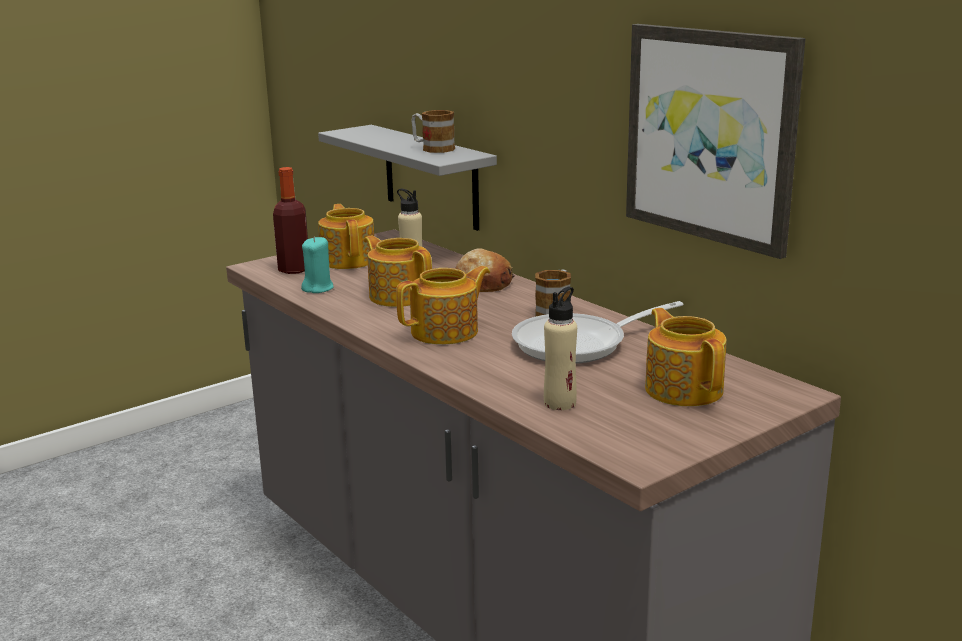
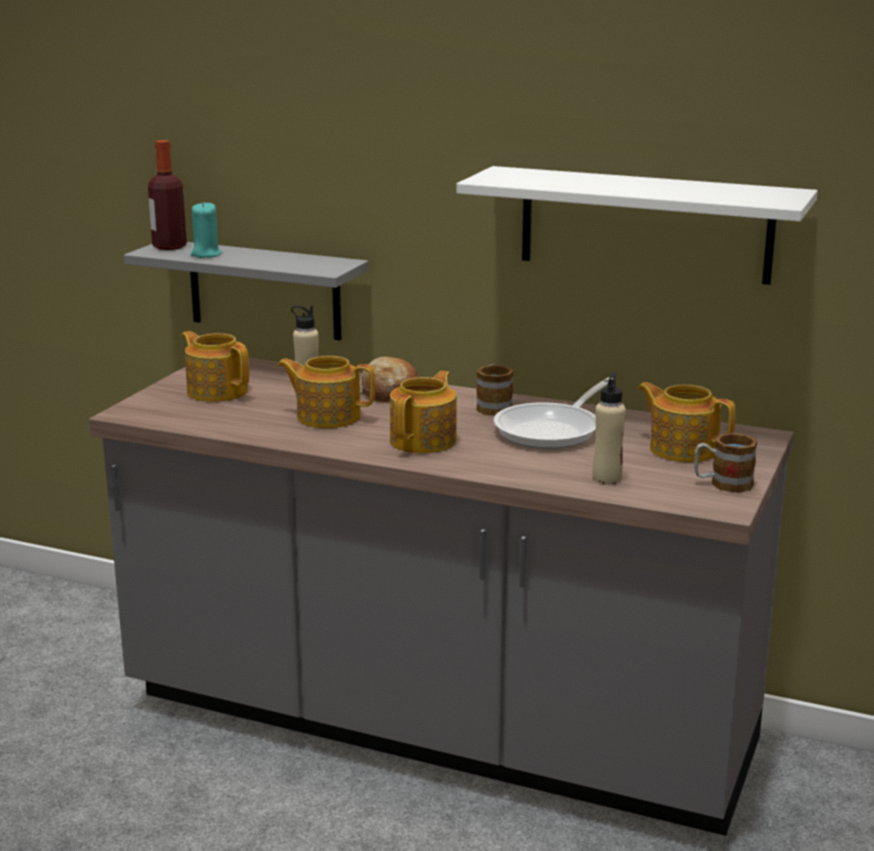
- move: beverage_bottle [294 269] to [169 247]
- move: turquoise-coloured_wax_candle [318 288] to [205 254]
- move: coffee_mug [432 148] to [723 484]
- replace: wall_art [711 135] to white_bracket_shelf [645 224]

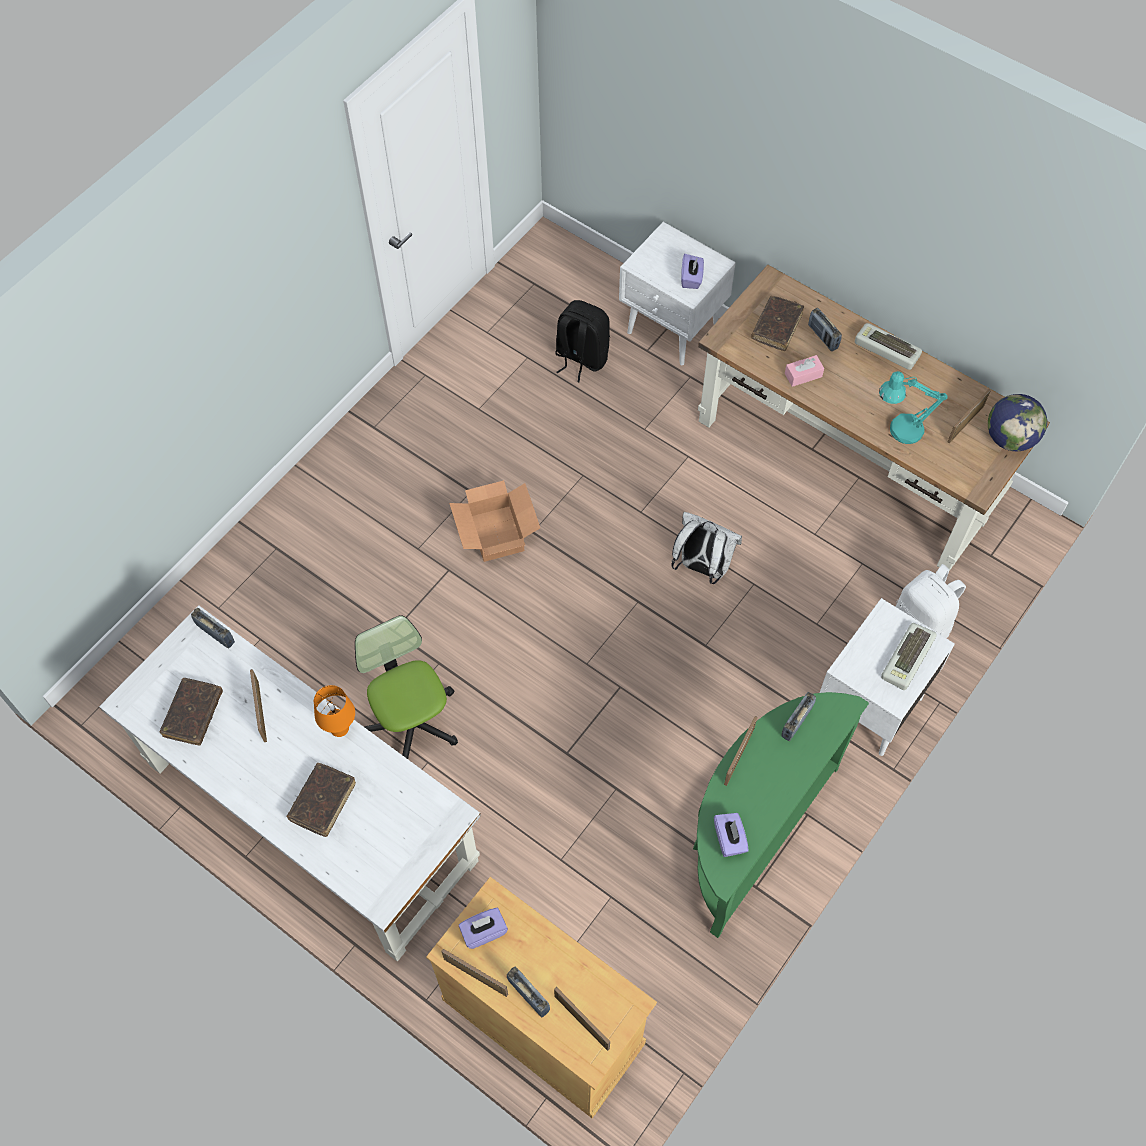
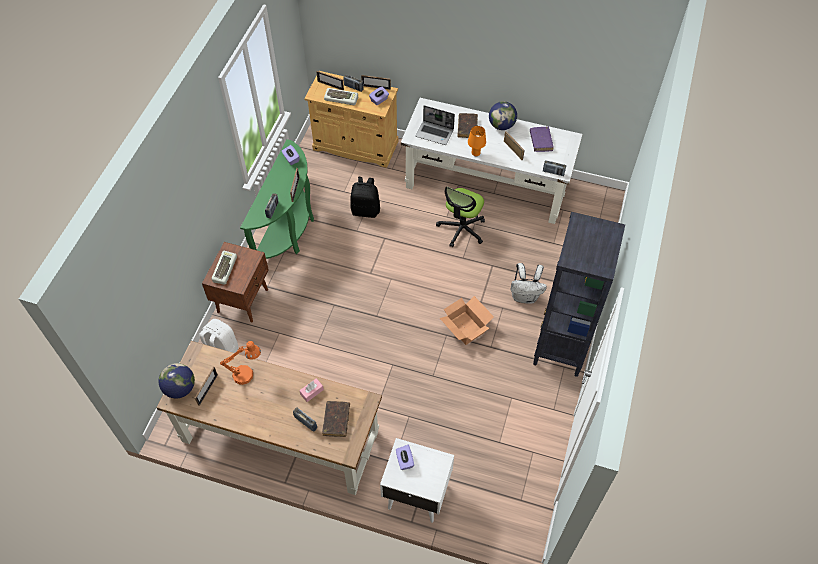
- insert: notebook_computer [435 133]
- insert: globe [501 125]
- insert: blackish_bookcase [560 347]
- move: blackish_knapsack [581 357] to [365 210]
- move: white_knapsack [702 567] to [525 296]
- move: keyboard [885 350] to [342 98]
- recolor: brown_volume [193 714] to purple-coloured_volume [541 141]
- recolor: white_night_table [869 707] to brown_night_table [243 300]
- recolor: turquoise-coloured_lamp_for_a_table [898 430] to orange-coloured_lamp_for_a_table [247 374]
- rotate: desk_chair [412 723] = [461 229] 75 degrees clockwise

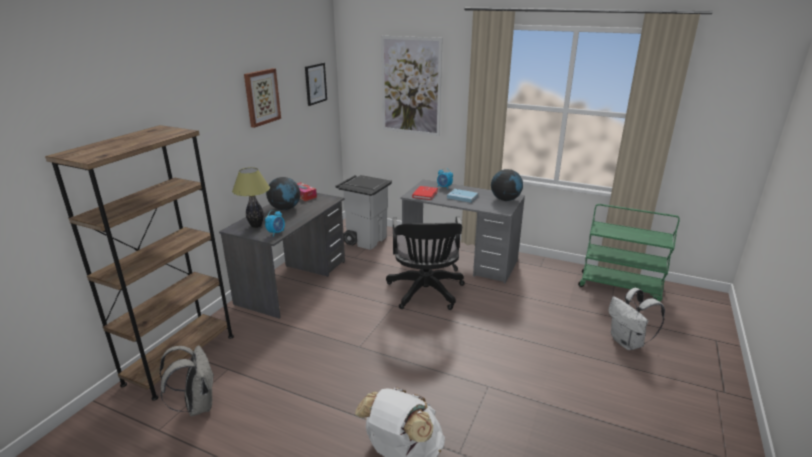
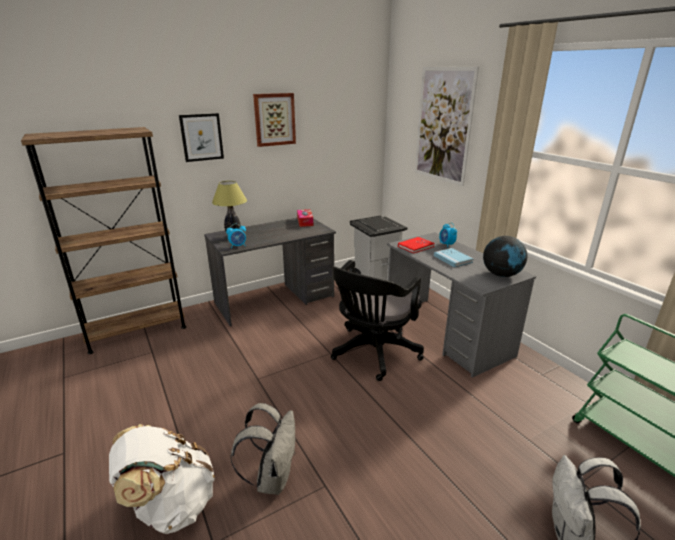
- delete: globe [285 208]
- move: greyish_knapsack [197 405] to [272 477]
- move: wall_art [315 84] to [201 137]

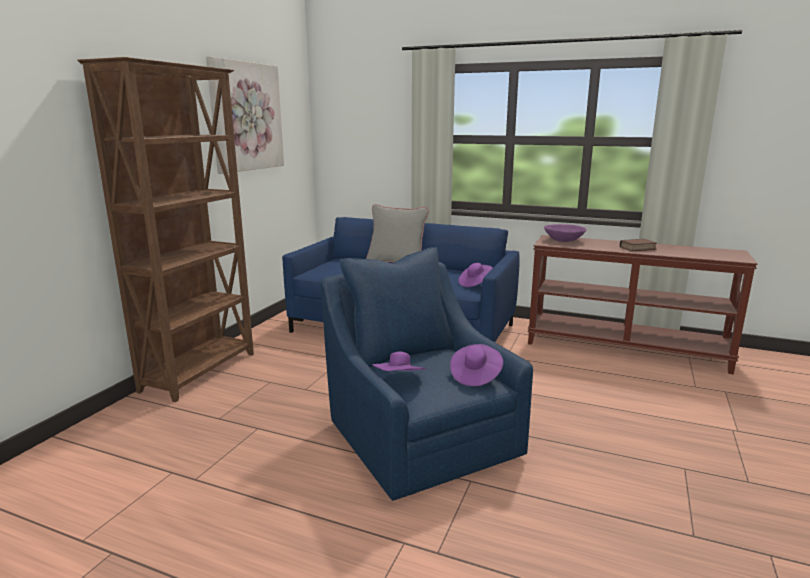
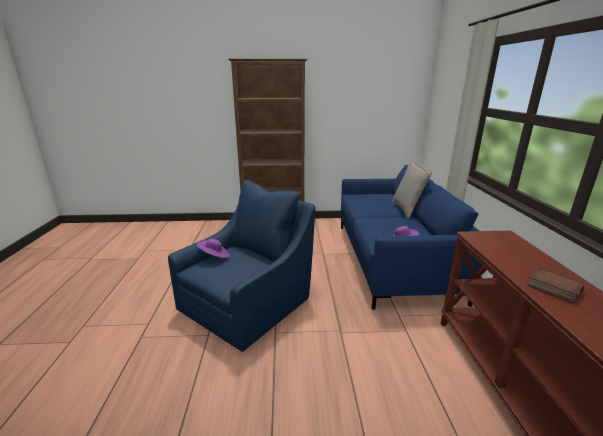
- delete: wall_art [246 117]
- delete: purple-coloured_wearable_hat [475 375]
- delete: purple-coloured_serving_bowl [564 240]

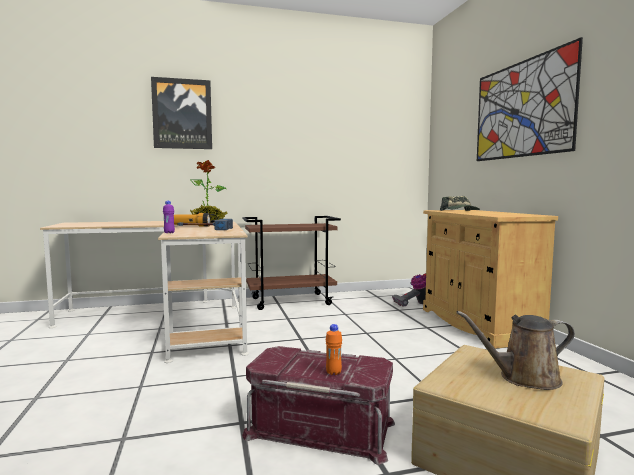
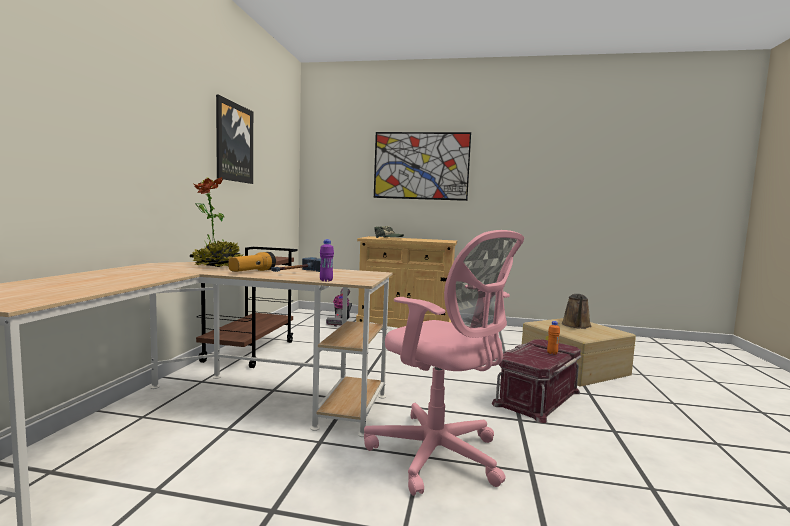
- insert: pink-coloured_desk_chair [440 456]
- move: wall_art [182 114] to [234 142]

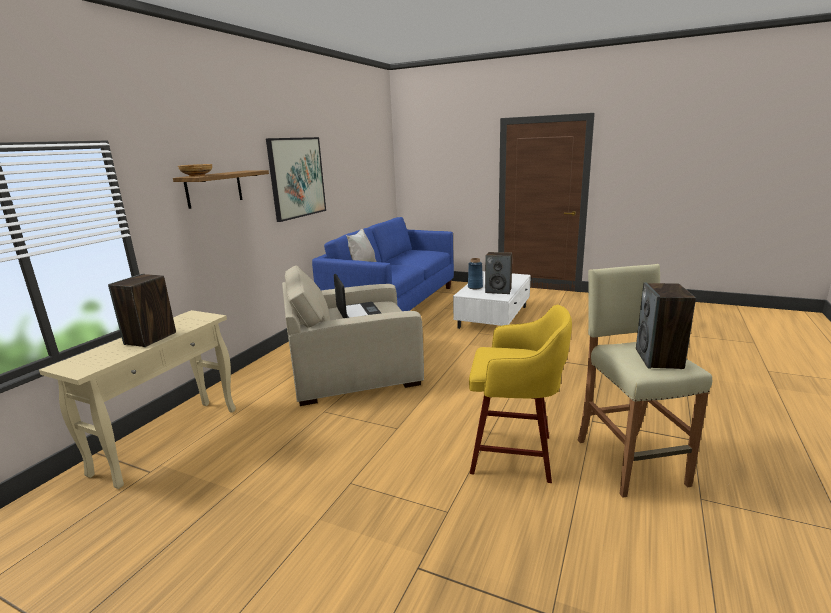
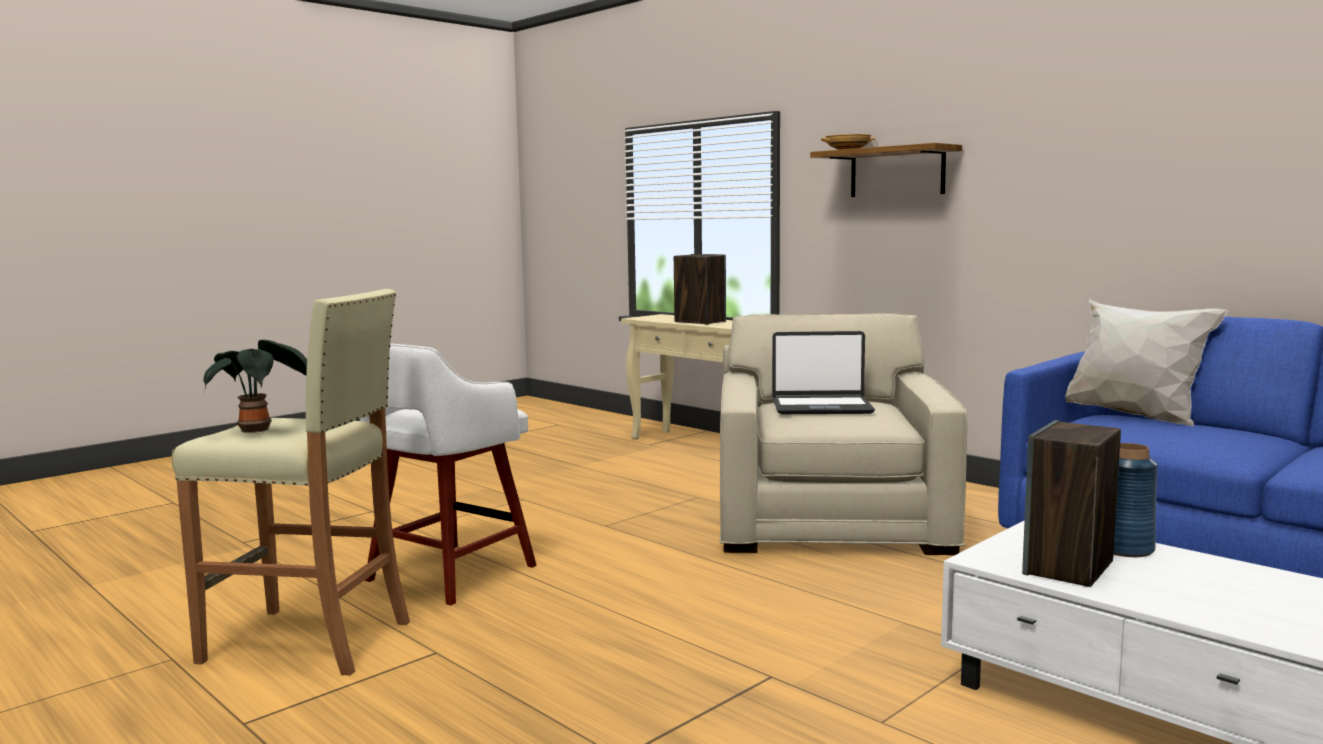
- delete: wall_art [297 177]
- replace: audio_speaker [659 359] to plant_in_a_pot [259 431]
- recolor: yellow-coloured_sitting_stool [515 455] to white_sitting_stool [447 575]

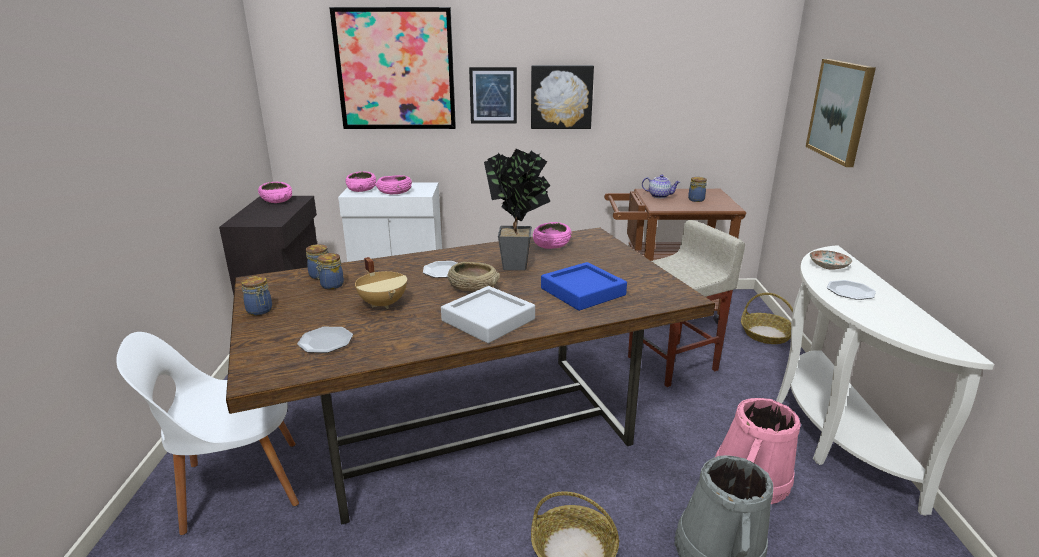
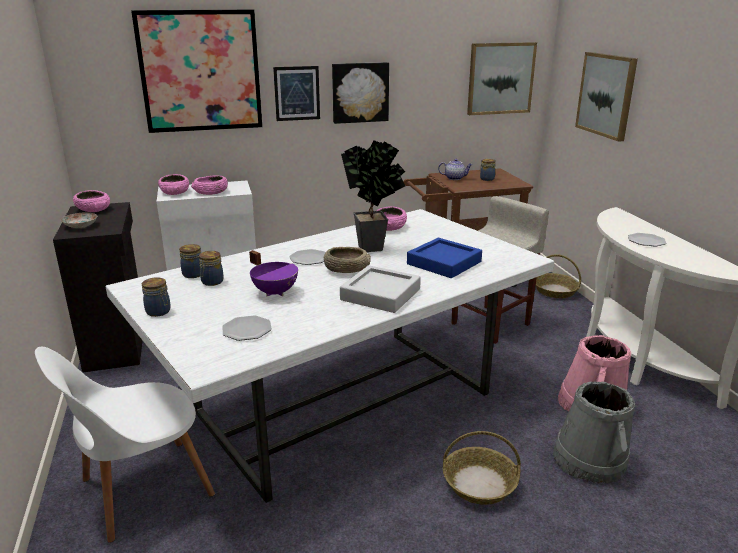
- insert: wall_art [500 78]
- move: plate [829 266] to [81 225]
- recolor: brown_dinner_table [469 429] to white_dinner_table [342 403]
- recolor: sand-coloured_cooking_pot [384 303] to purple-coloured_cooking_pot [275 292]

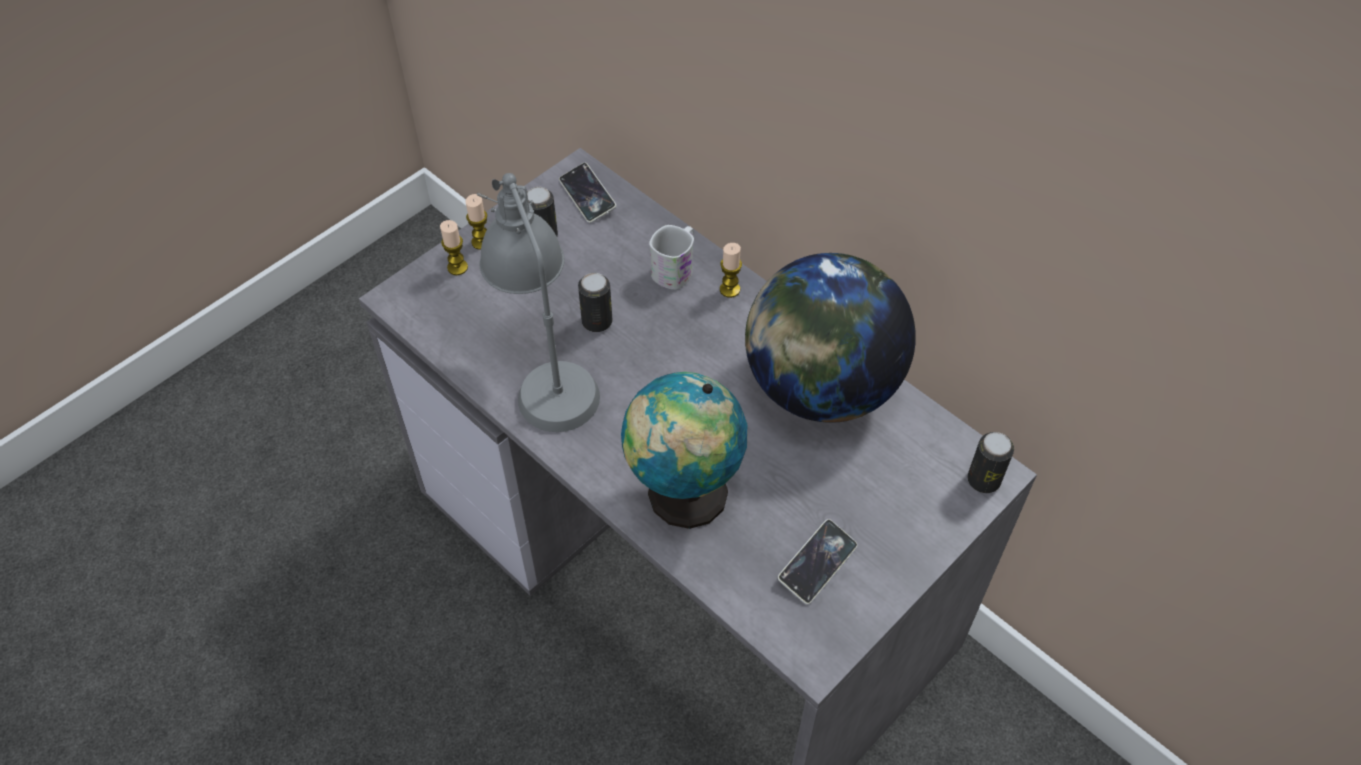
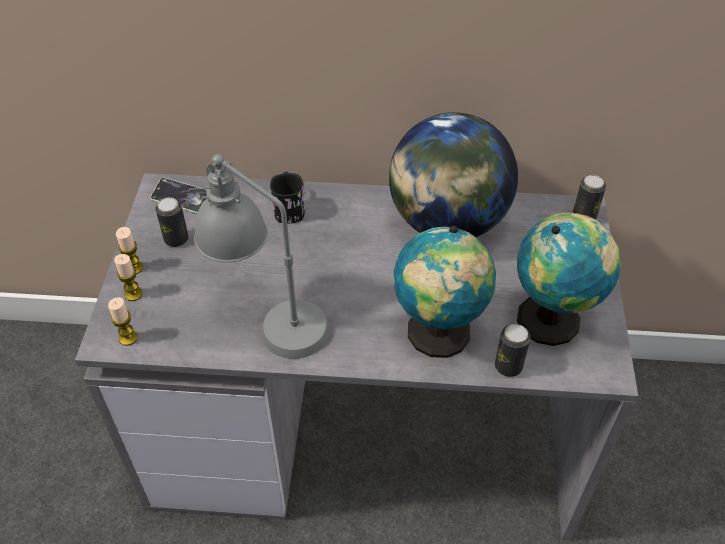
- move: sealed_can [597 321] to [508 366]
- move: wax_candle [729 289] to [128 338]
- replace: phone [817 564] to globe [552 319]
- recolor: white_coffee_mug [676 269] to blackish_coffee_mug [289 209]

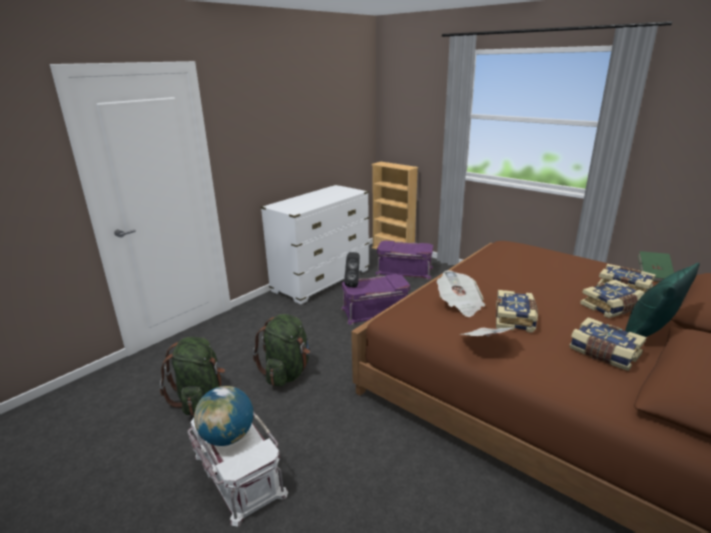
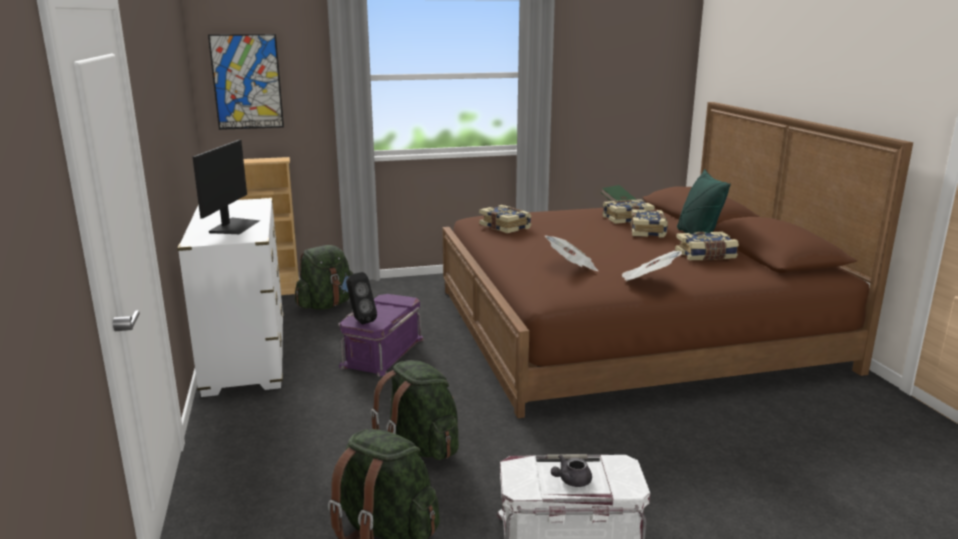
- insert: computer_display [234 226]
- insert: wall_art [247 82]
- move: volume [515 319] to [505 227]
- replace: globe [227 437] to greyish_tea_pot [571 481]
- replace: purple-coloured_storage_box [404 270] to green-coloured_knapsack [326 305]

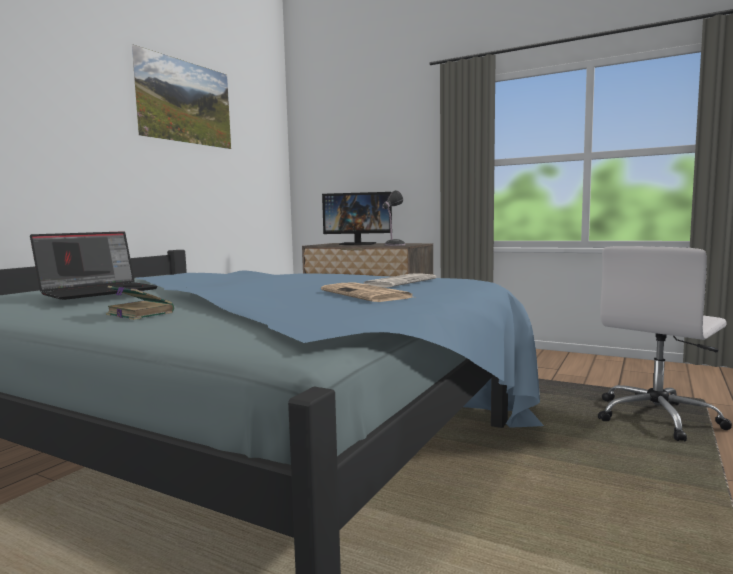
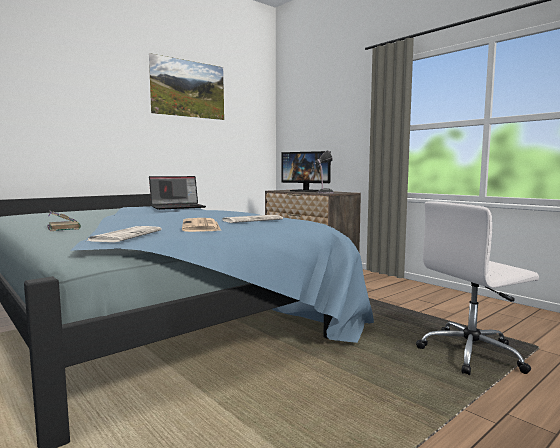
- insert: newspaper [126 235]
- move: notebook_computer [99 291] to [178 207]

